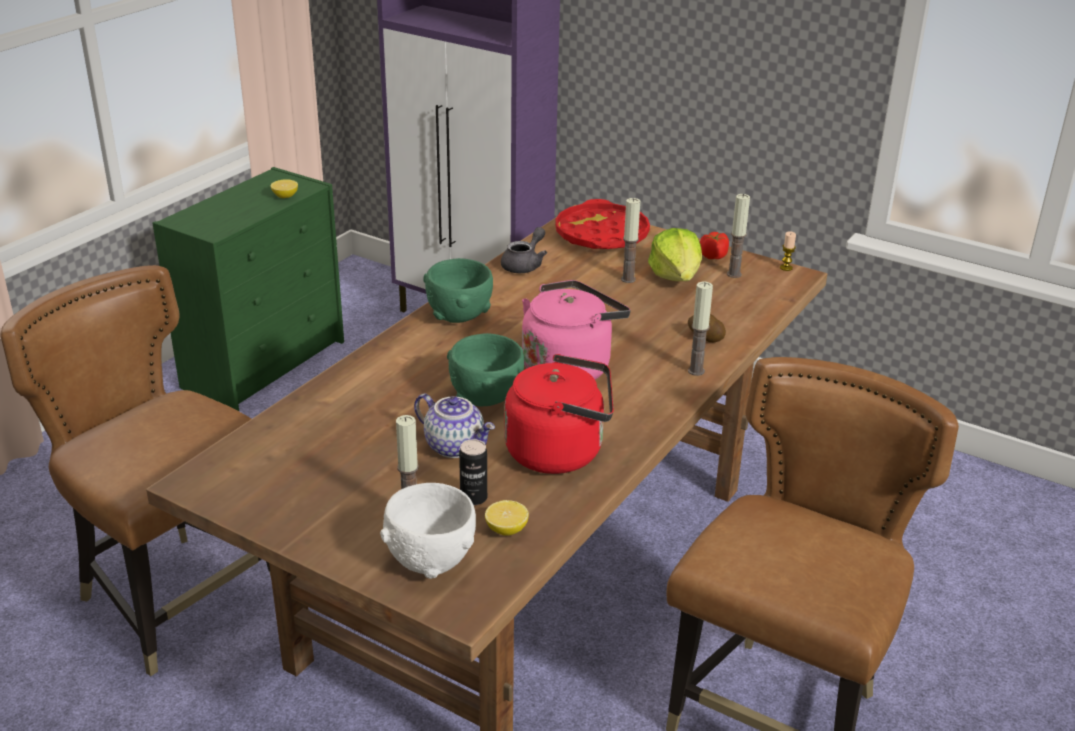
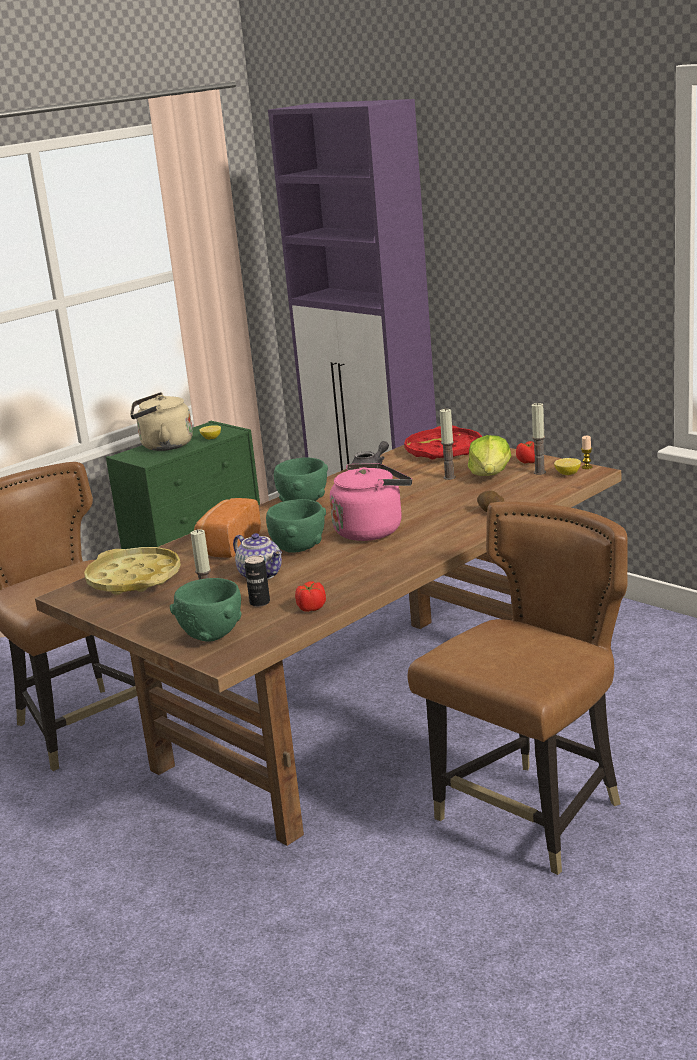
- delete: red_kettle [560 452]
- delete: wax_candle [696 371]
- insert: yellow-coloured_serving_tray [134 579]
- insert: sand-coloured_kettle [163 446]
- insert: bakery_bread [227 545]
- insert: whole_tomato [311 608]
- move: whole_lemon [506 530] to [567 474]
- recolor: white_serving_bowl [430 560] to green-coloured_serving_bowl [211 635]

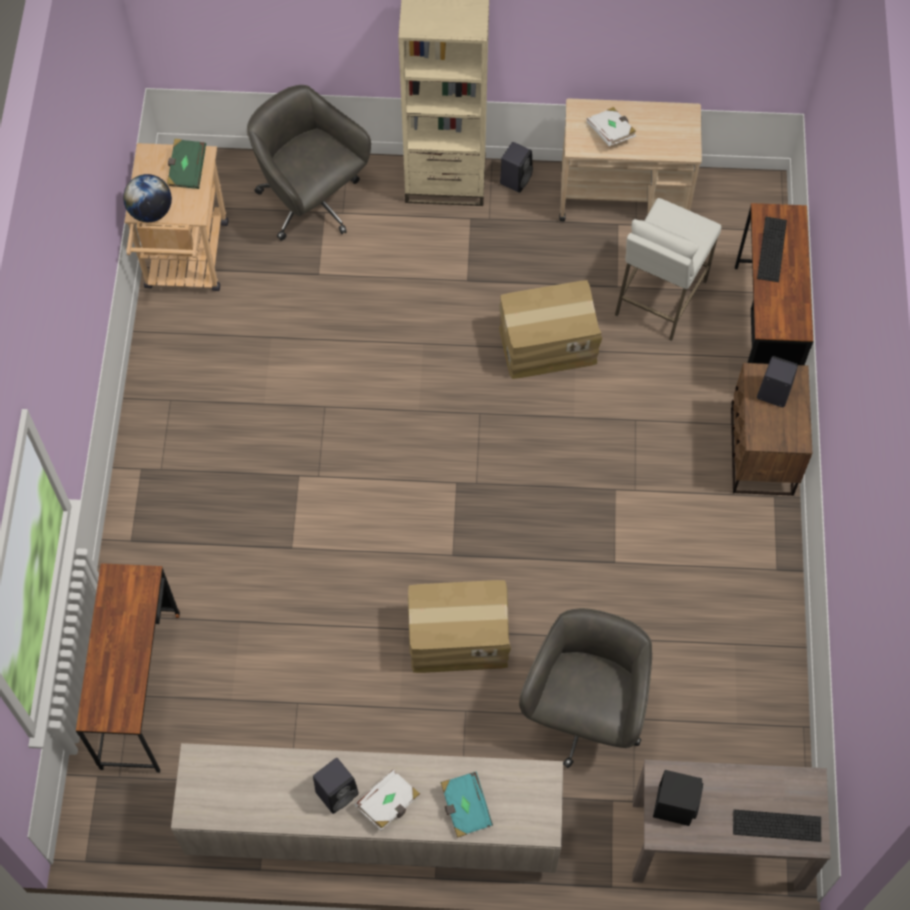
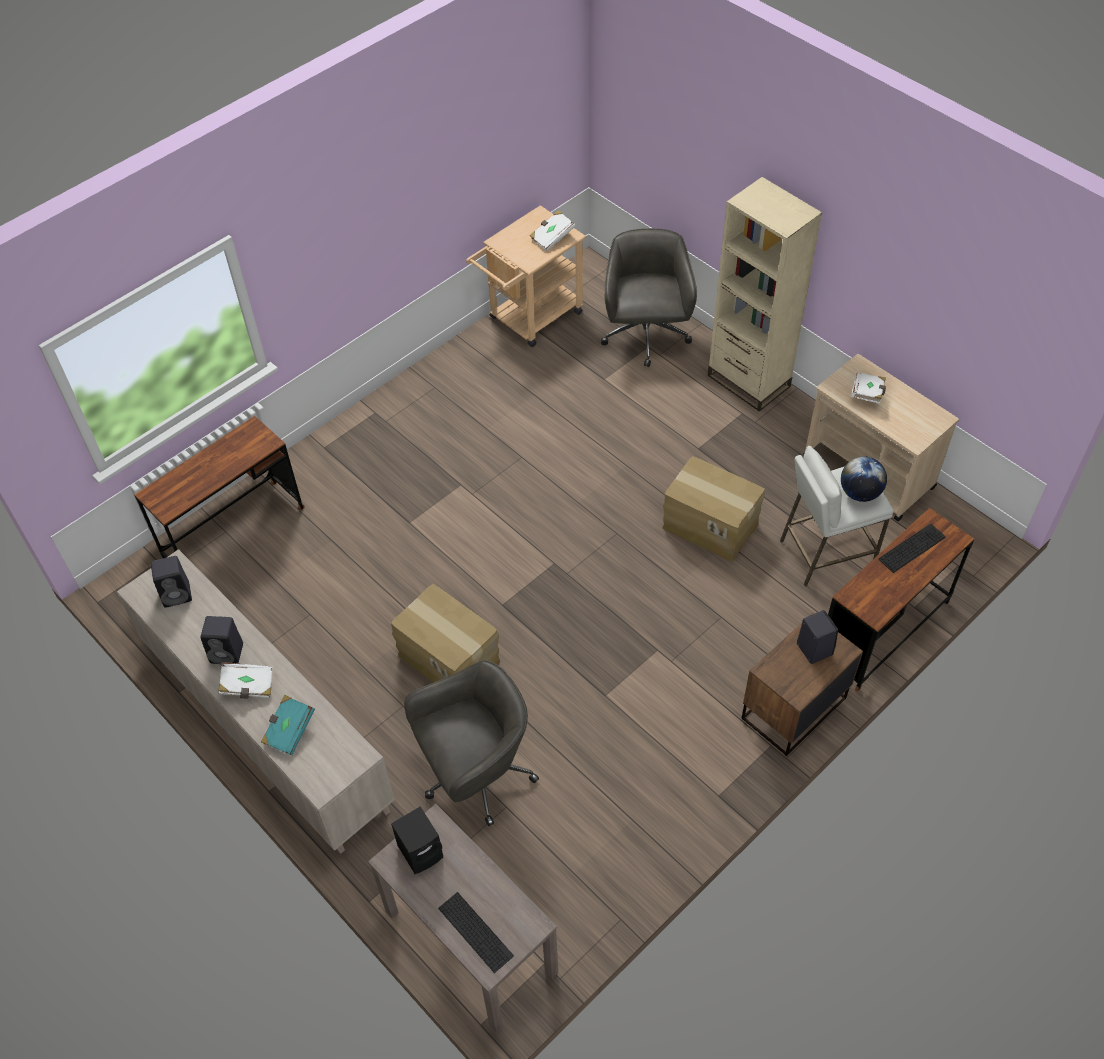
- move: globe [151 212] to [859 493]
- move: blackish_audio_speaker [516 178] to [178 594]
- recolor: green-coloured_volume [187 170] to white_volume [552 237]

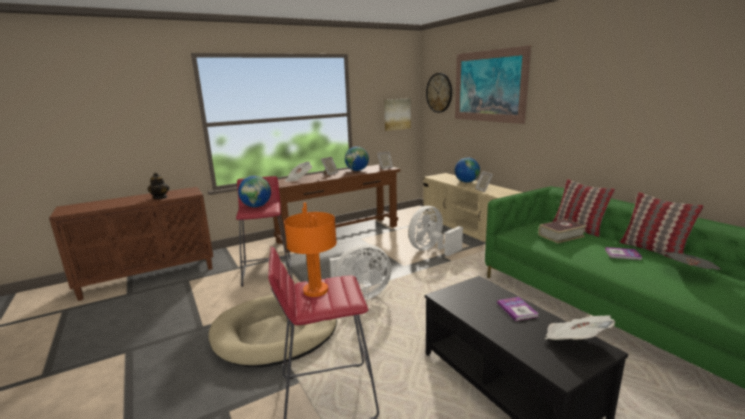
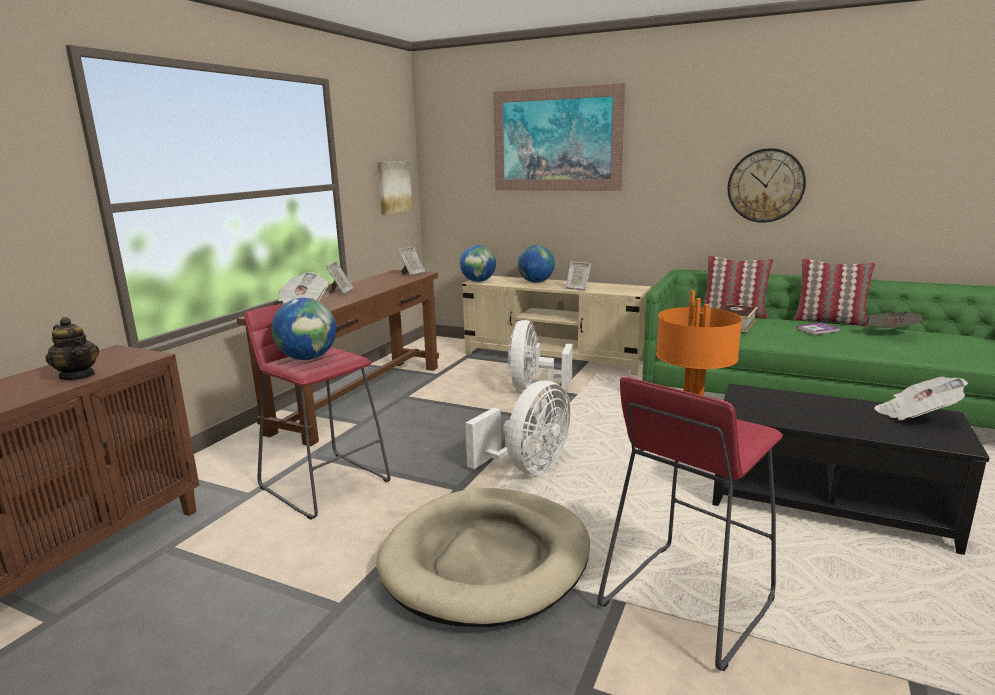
- delete: volume [517 309]
- move: globe [357 170] to [478 281]
- move: hanging_clock [439 93] to [765 185]

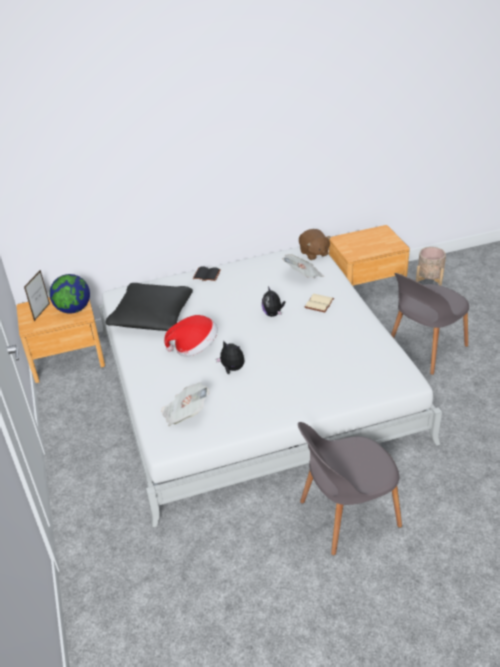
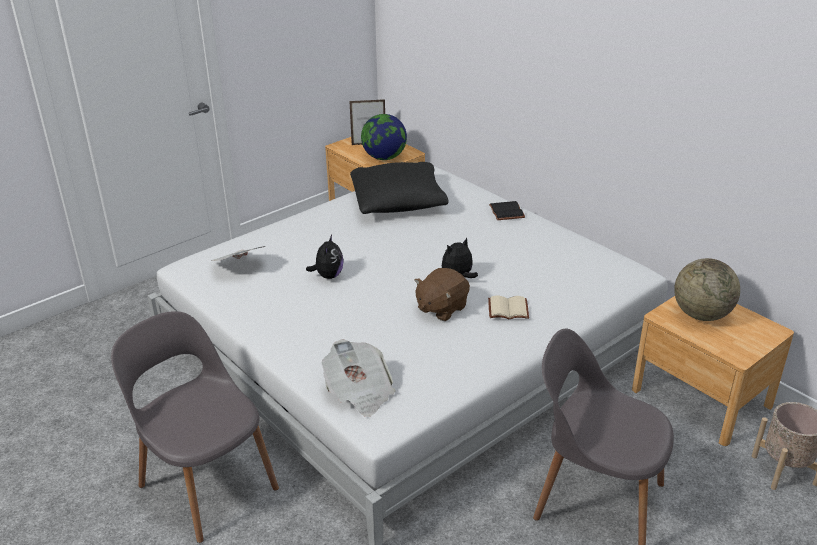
- delete: wearable_hat [195 347]
- insert: globe [701 314]
- move: newspaper [303 276] to [359 392]
- move: brown_plush_toy [314 253] to [441 308]

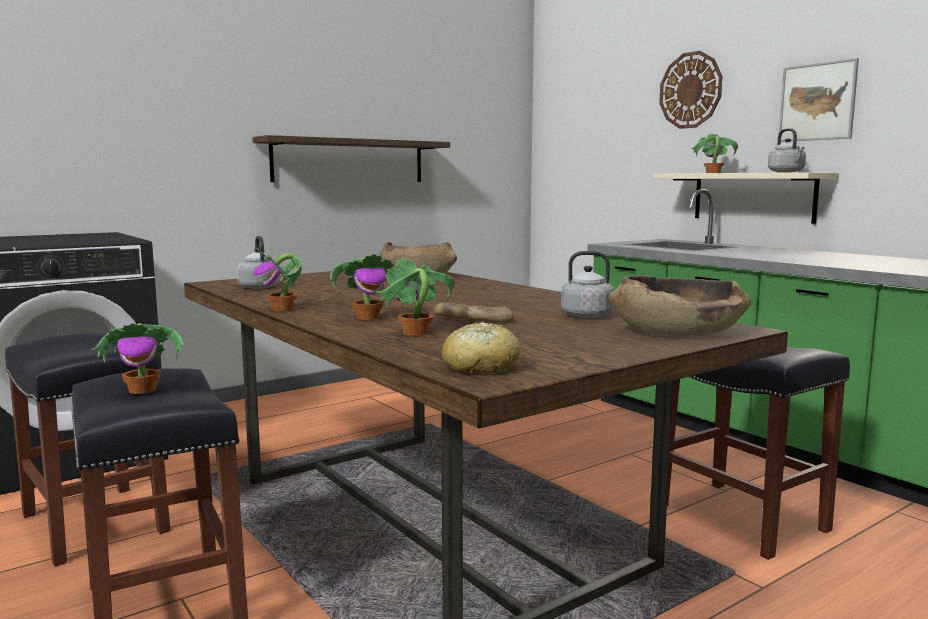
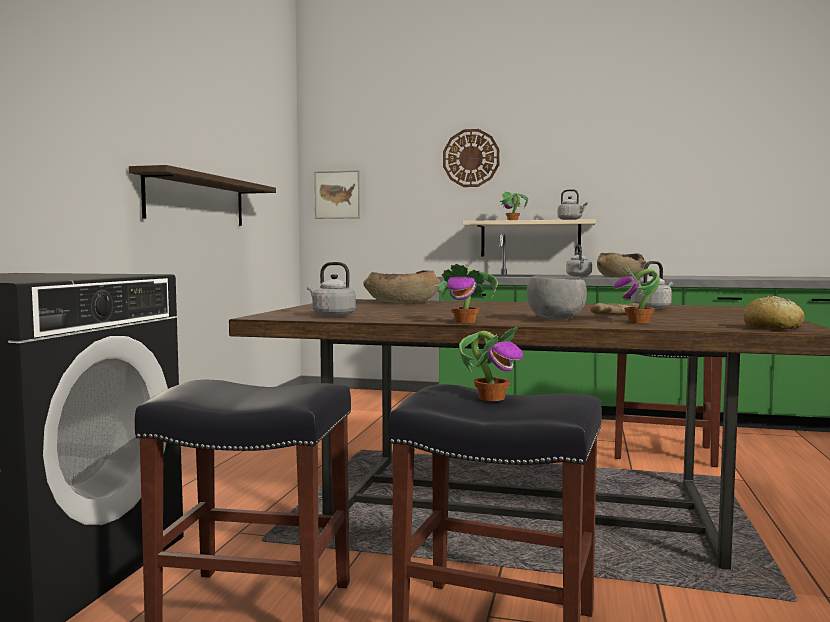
- insert: greyish_kettle [579 276]
- move: brown_serving_bowl [677 332] to [620 276]
- move: wall_art [817 102] to [337 194]
- replace: plant_in_a_pot [368 317] to greyish_serving_bowl [555 319]

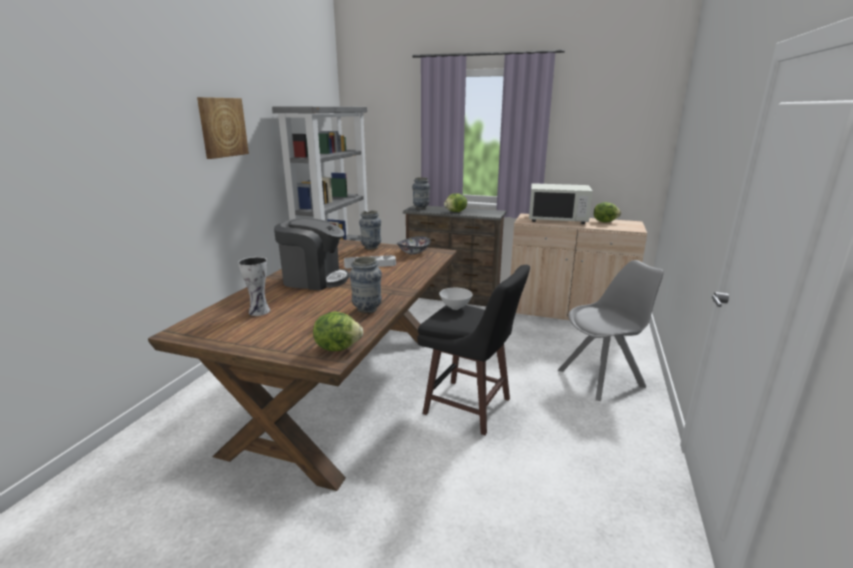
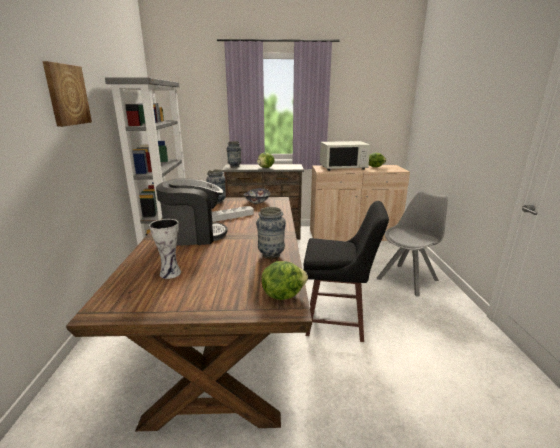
- delete: white_serving_bowl [455 307]

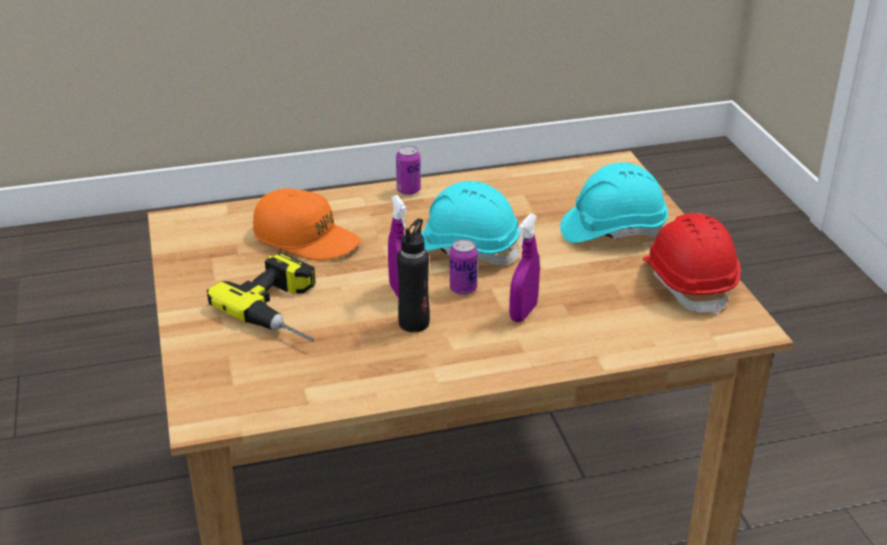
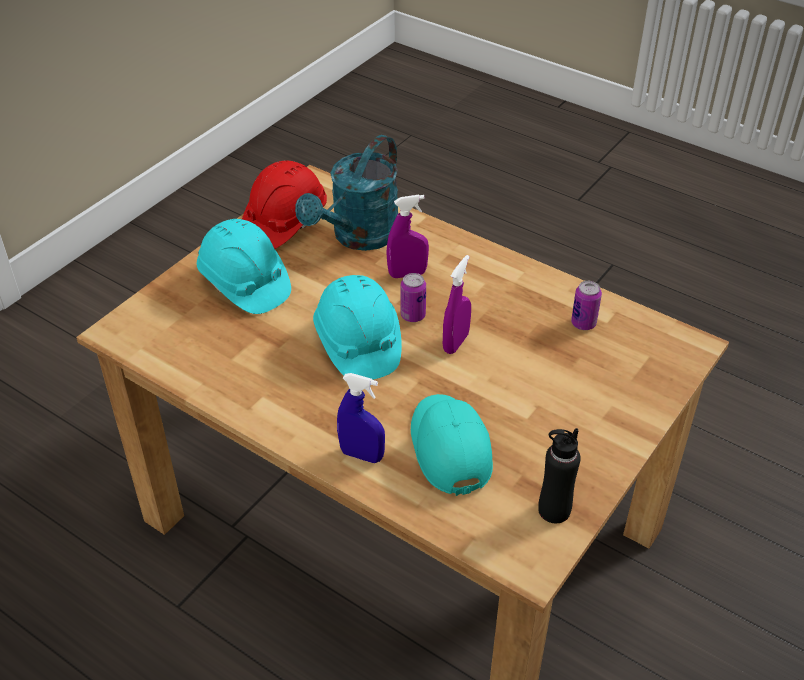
- delete: power_drill [287 309]
- insert: turquoise-coloured_watering_can [359 237]
- insert: blue-coloured_spray_bottle [361 455]
- move: sealed_can [408 190] to [583 323]
- move: blackish_beverage_bottle [414 323] to [554 510]
- recolor: orange-coloured_cap [306 238] to turquoise-coloured_cap [449 447]

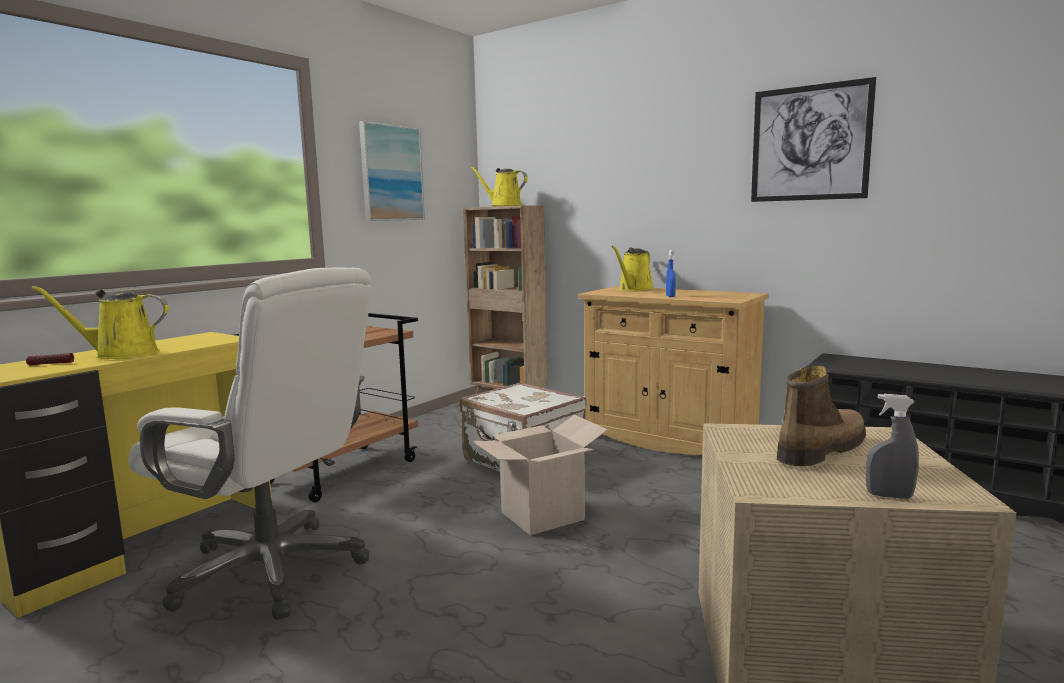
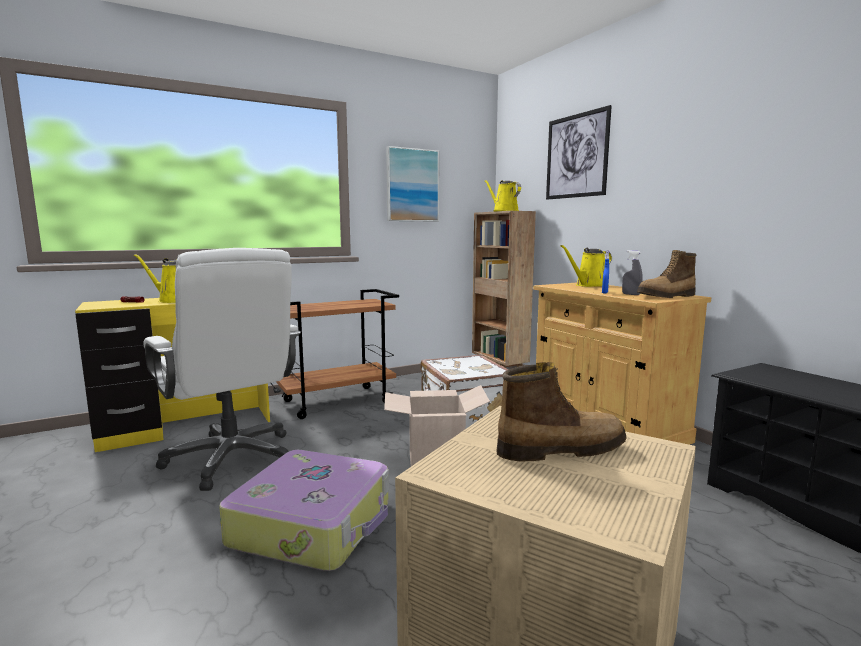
- insert: piece_of_luggage [314 524]
- insert: high-top_boot [667 297]
- move: wall_art [810 143] to [576 156]
- move: greyish_spray_bottle [889 496] to [631 294]

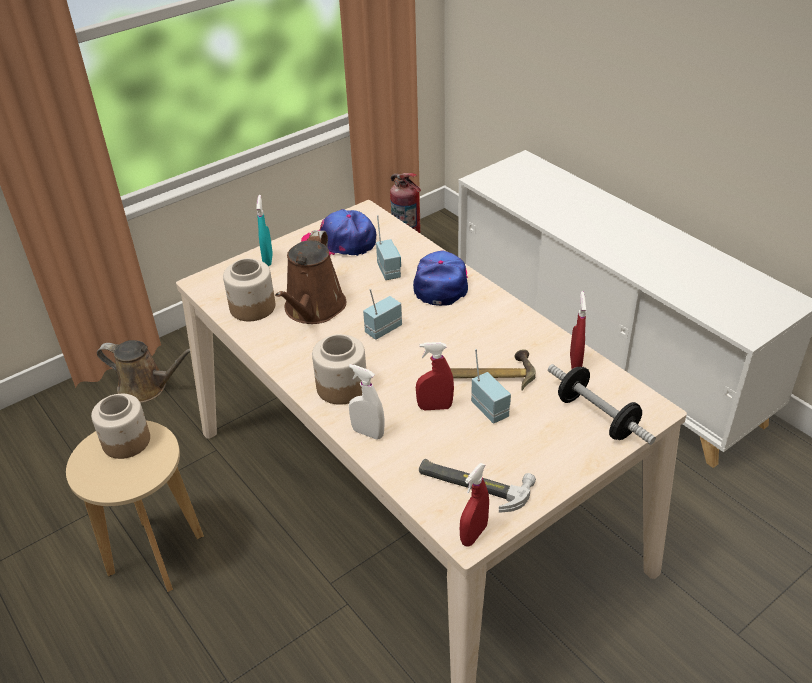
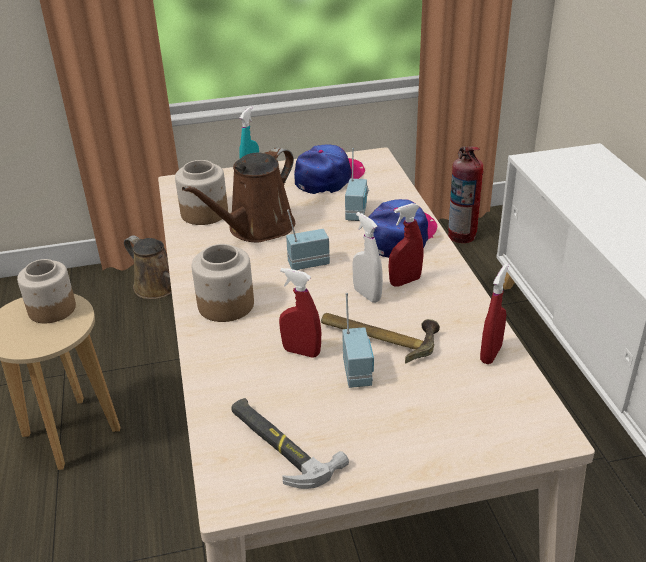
- delete: hand_weight [597 417]
- move: white_spray_bottle [368 433] to [367 295]
- move: red_spray_bottle [473 534] to [405 281]
- rotate: cap [340 242] = [329 177] 105 degrees clockwise

